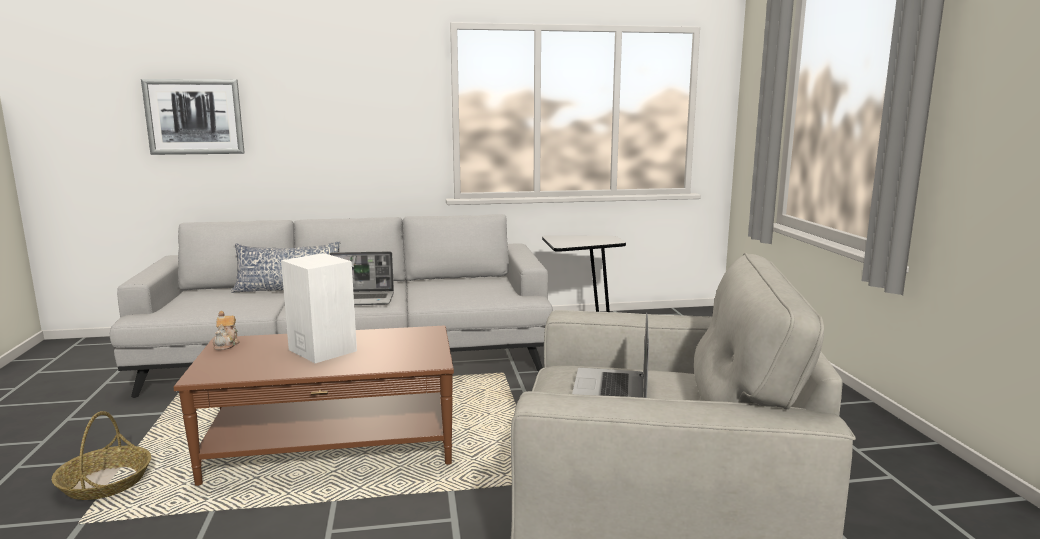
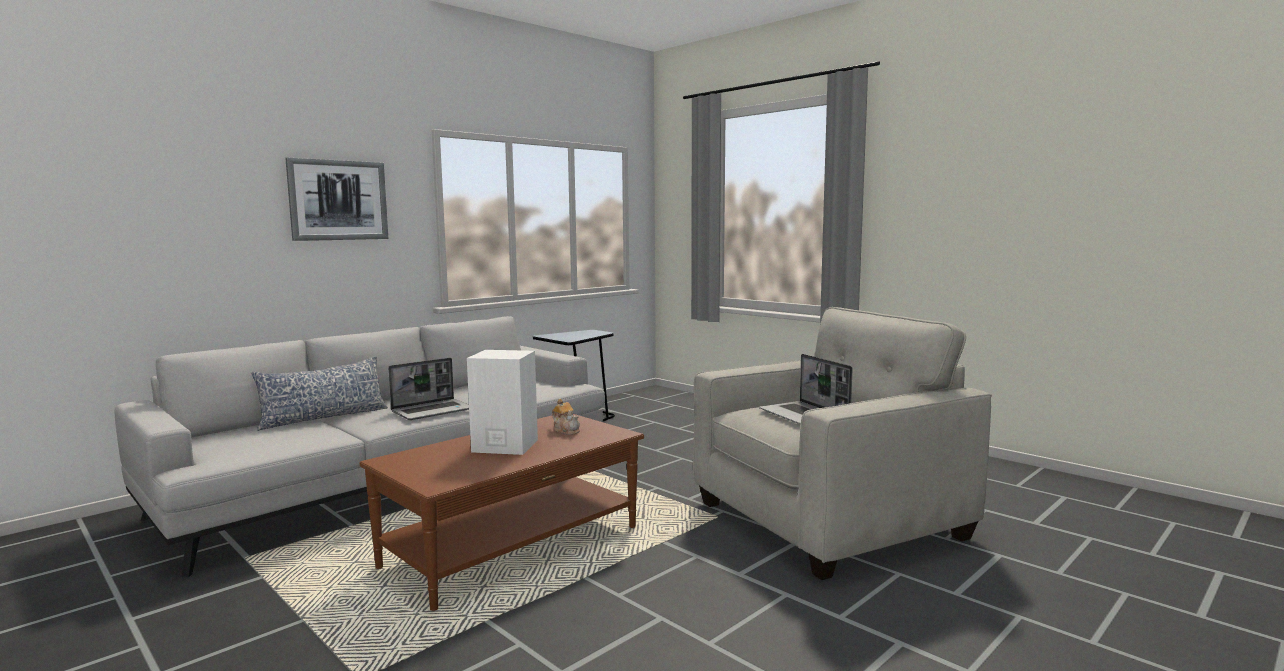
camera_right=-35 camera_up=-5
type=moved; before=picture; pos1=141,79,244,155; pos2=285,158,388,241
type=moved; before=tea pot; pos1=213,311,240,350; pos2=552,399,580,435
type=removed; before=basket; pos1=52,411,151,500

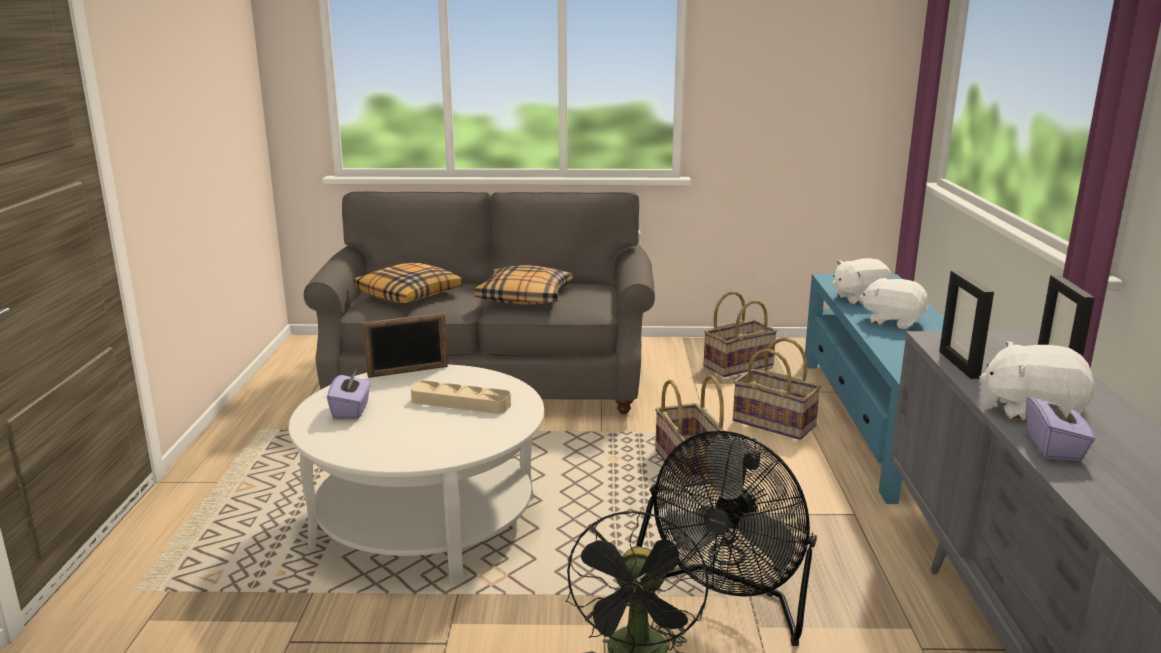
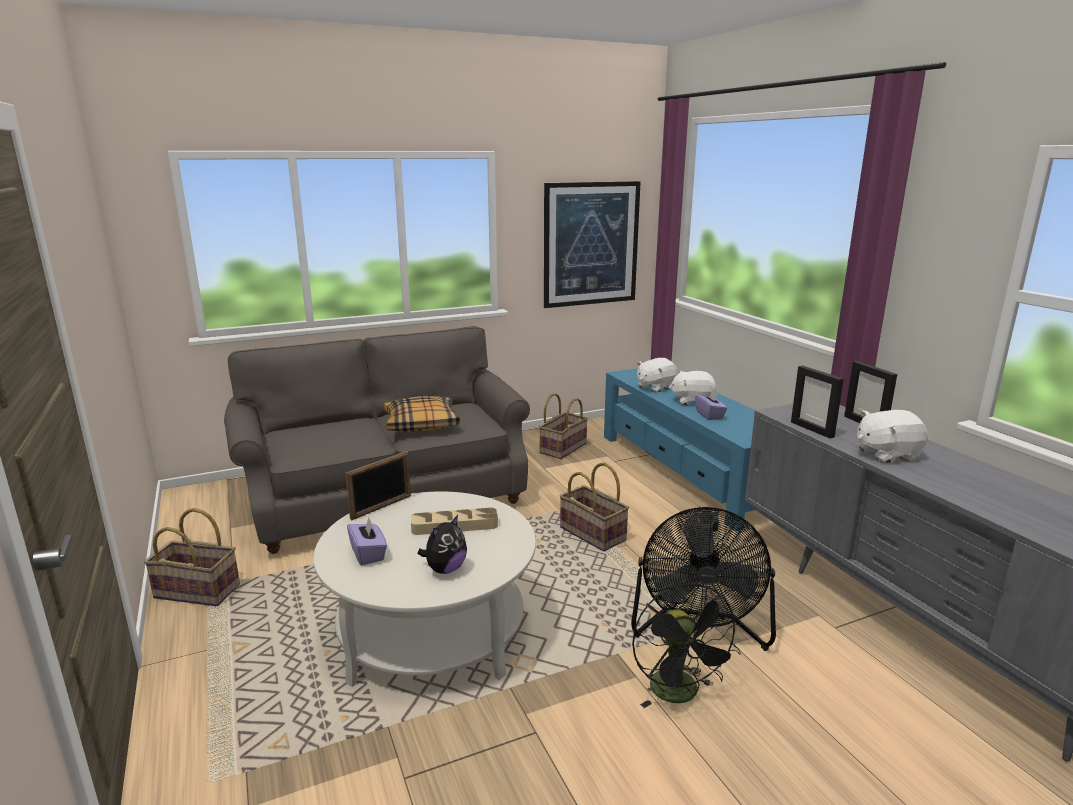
camera_right=-25 camera_up=0
type=moved; before=basket; pos1=733,337,821,440; pos2=144,508,240,606
type=added; after=soft toy; pos2=418,515,467,574
type=added; after=picture; pos2=544,181,641,308
type=moved; before=purplish tissue box; pos1=1026,391,1095,461; pos2=695,390,727,420
type=removed; before=throw pillow; pos1=354,263,463,303

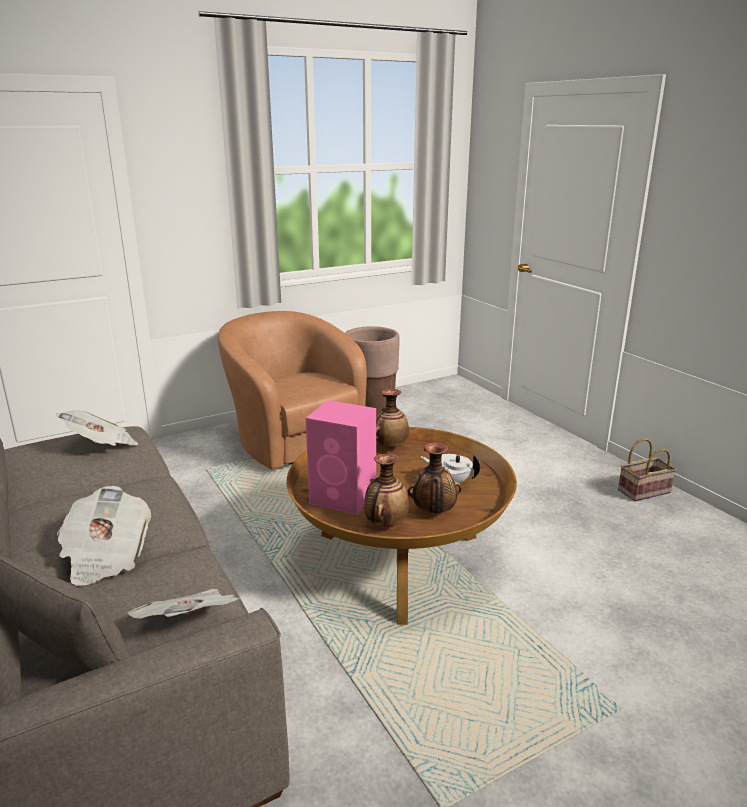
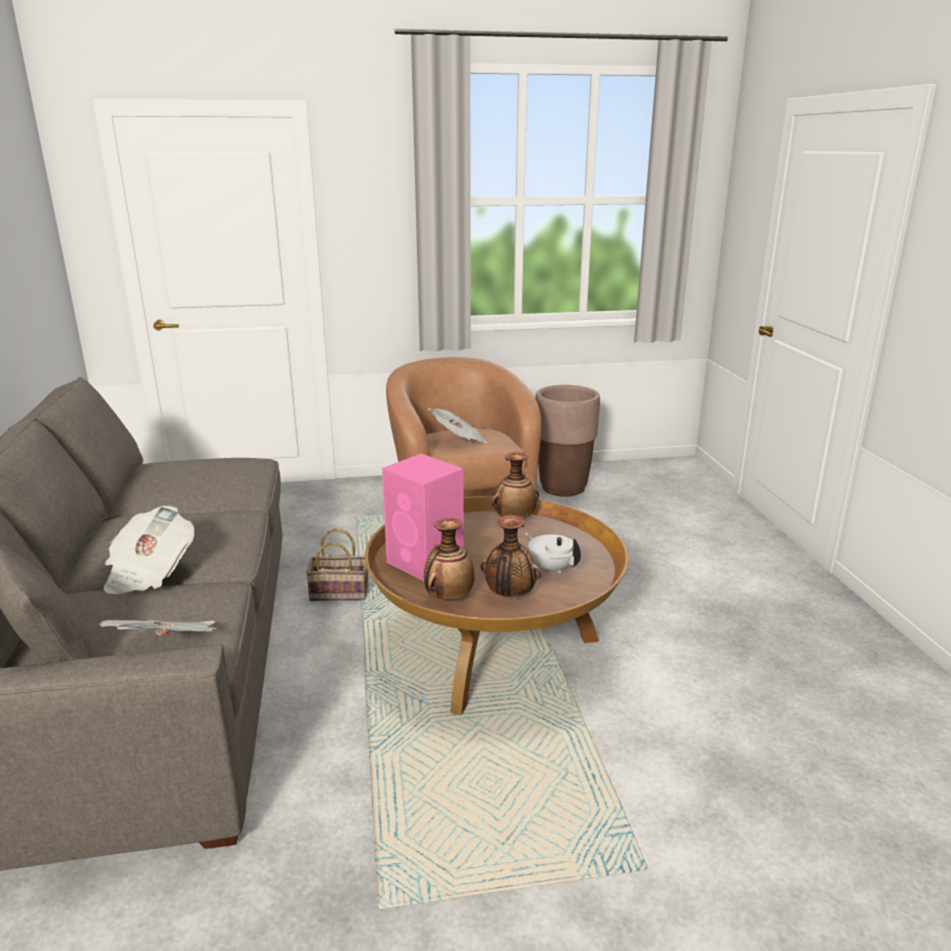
camera_right=20 camera_up=0
type=moved; before=basket; pos1=618,438,676,501; pos2=306,528,369,601
type=moved; before=daily paper; pos1=56,411,138,446; pos2=428,408,487,443

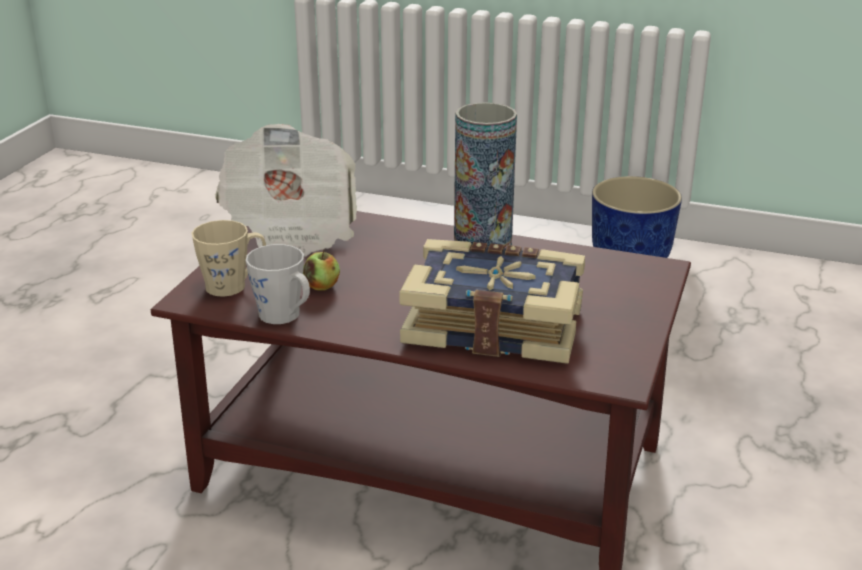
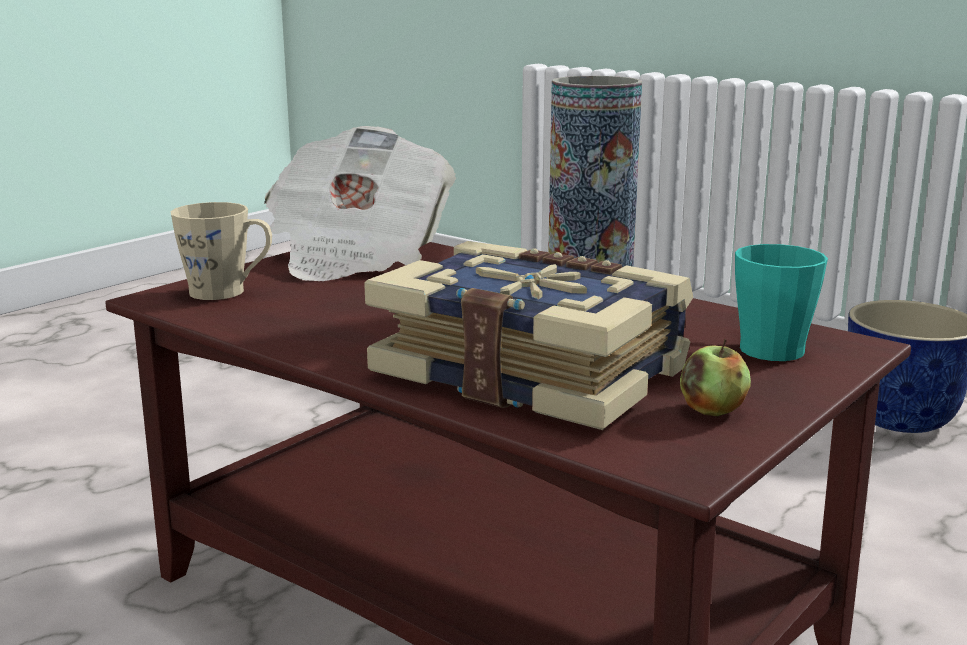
camera_right=20 camera_up=-10
type=moved; before=apple; pos1=303,249,340,291; pos2=680,338,751,416
type=added; after=blue-green tea mug; pos2=735,244,828,361
type=removed; before=greyish tea mug; pos1=246,244,310,324

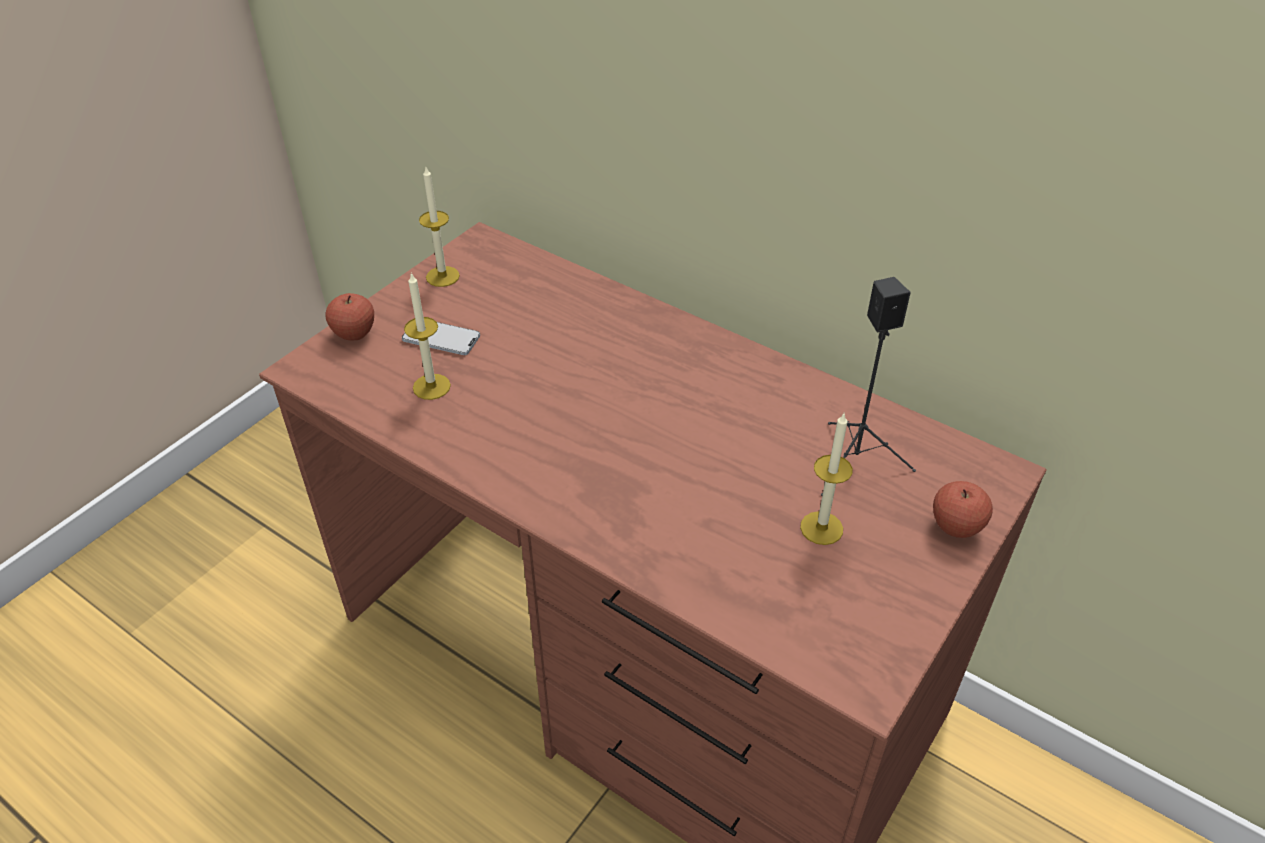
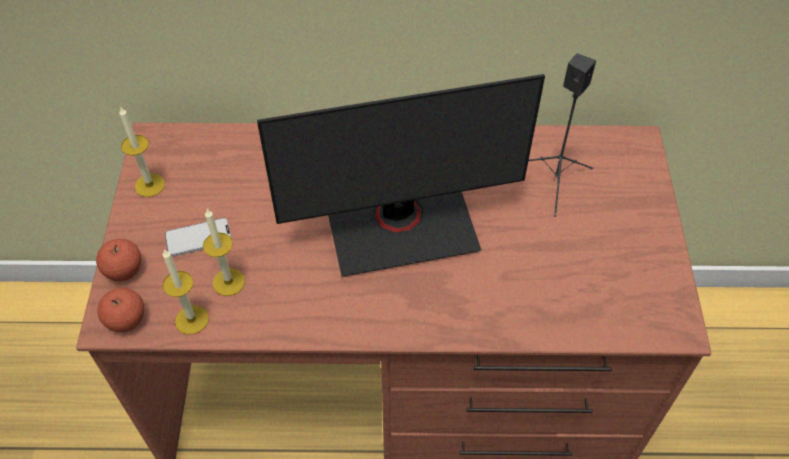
camera_right=-35 camera_up=10
type=moved; before=apple; pos1=933,481,993,538; pos2=97,288,144,332
type=moved; before=wax candle; pos1=800,414,853,545; pos2=162,249,209,335
type=added; after=computer screen; pos2=257,74,545,276

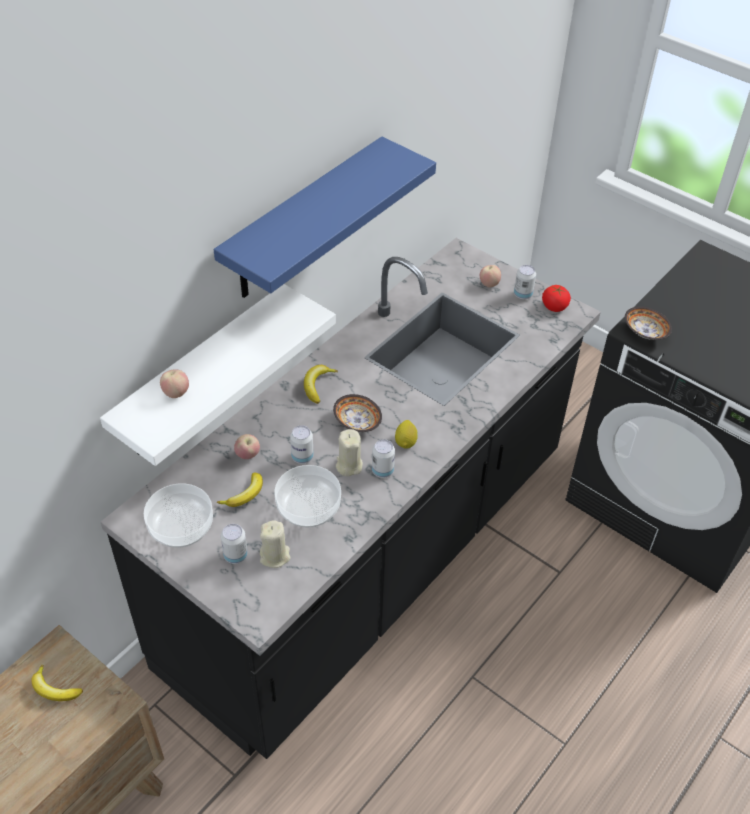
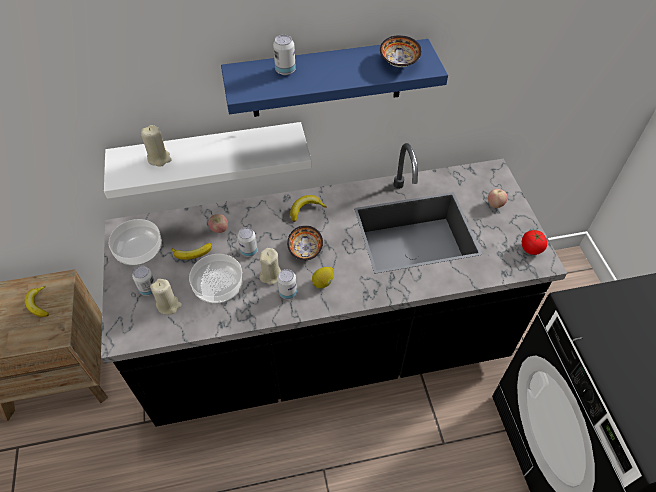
camera_right=40 camera_up=5
type=replaced; before=apple; after=sand-coloured wax candle; pos1=160,369,189,398; pos2=141,125,172,167
type=moved; before=sealed can; pos1=514,265,536,300; pos2=273,35,296,75
type=moved; before=deep dish; pos1=625,306,672,340; pos2=380,35,422,67

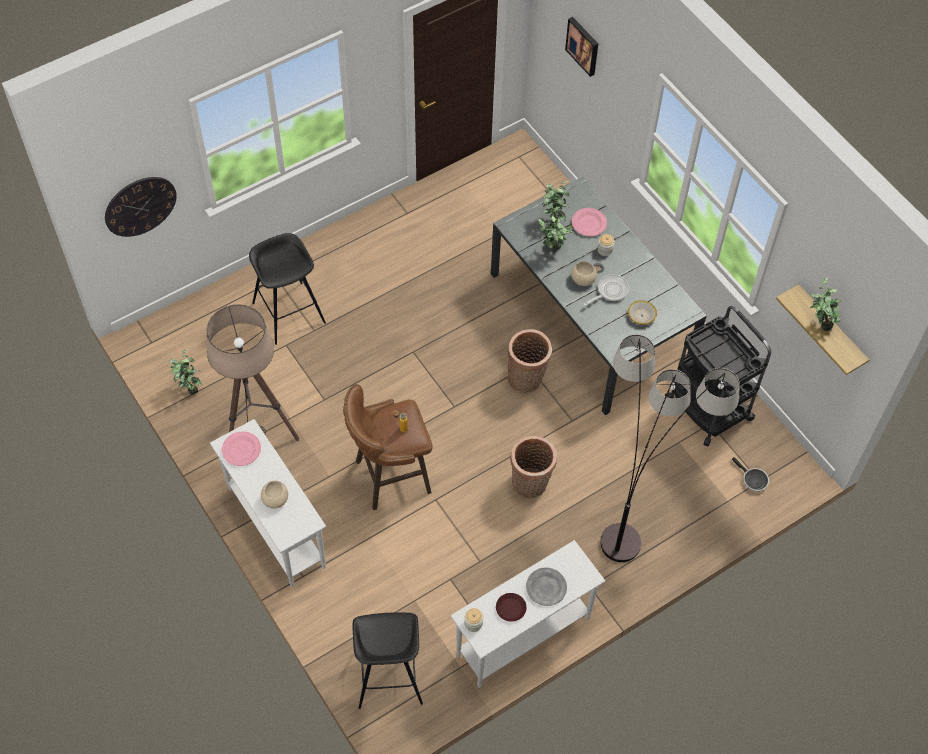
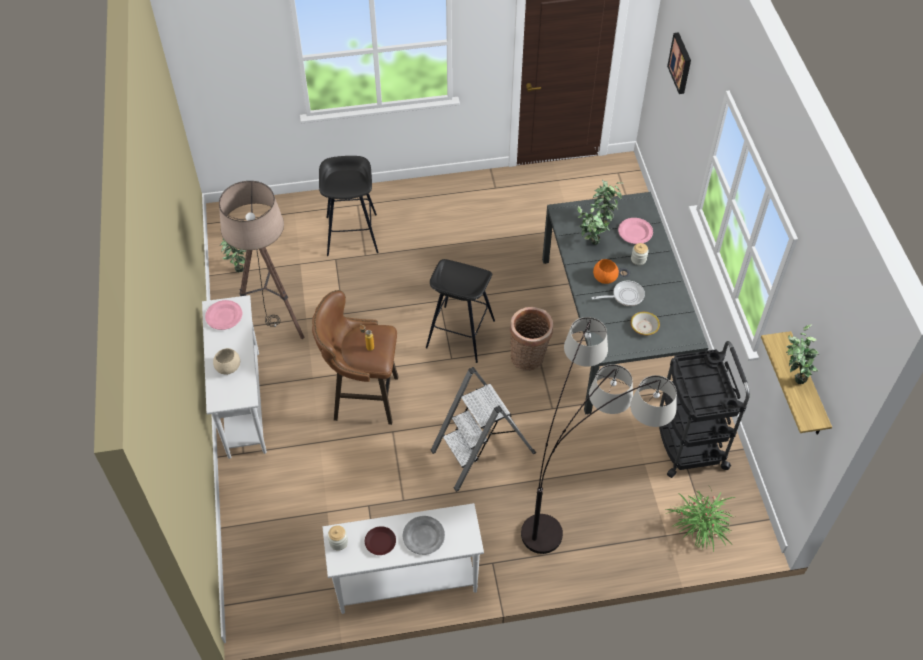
camera_right=25 camera_up=-5
type=moved; before=black-coloured stool seat; pos1=353,612,423,709; pos2=426,259,495,363
type=replaced; before=basket; after=greyish step ladder; pos1=510,436,557,499; pos2=430,367,536,492
type=recoloured; before=sand-coloured deep dish; after=orange-coloured deep dish; pos1=571,261,597,286; pos2=593,259,619,284
type=replaced; before=frying pan; after=potted plant; pos1=732,457,769,492; pos2=666,486,735,552
type=removed; before=hanging clock; pos1=105,177,177,237

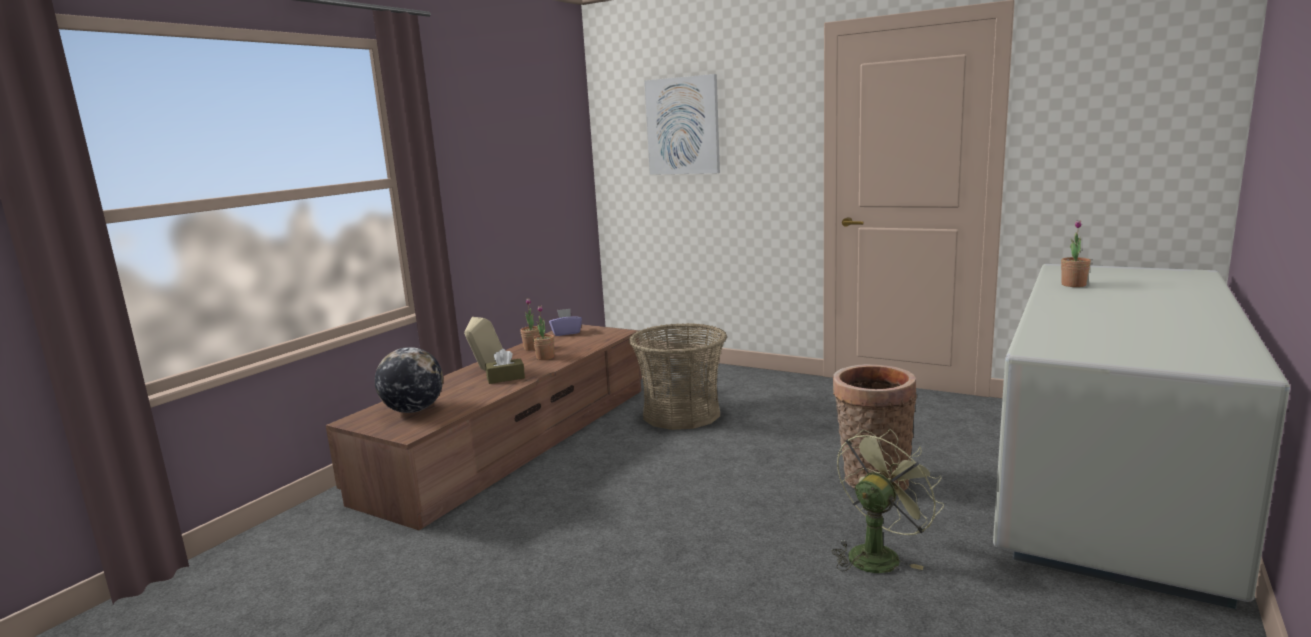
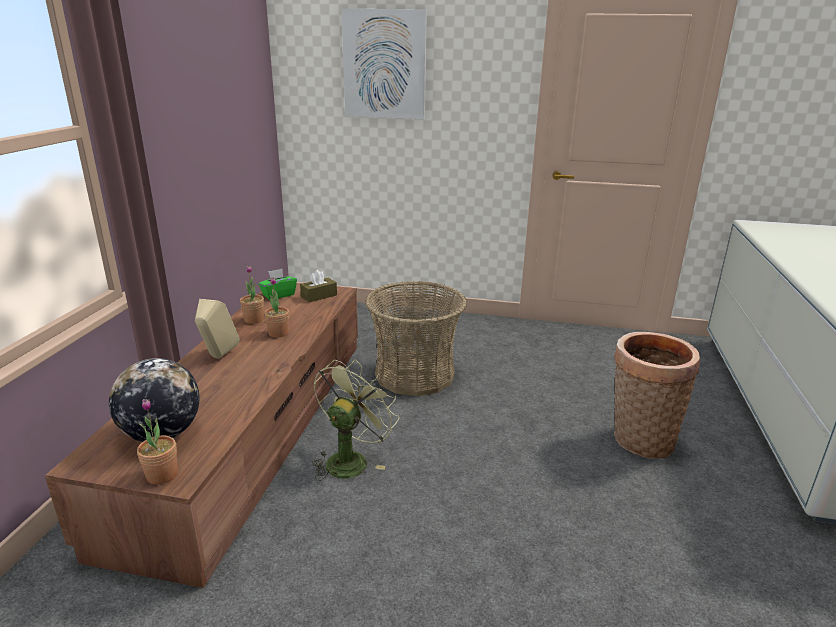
camera_right=-20 camera_up=10
type=moved; before=potted plant; pos1=1061,220,1091,287; pos2=137,399,178,485
type=recoloured; before=purplish tissue box; after=greenish tissue box; pos1=549,309,582,336; pos2=258,269,297,300
type=moved; before=brown-coloured tissue box; pos1=485,349,525,384; pos2=300,270,337,302
type=moved; before=greenish fan; pos1=832,429,944,573; pos2=312,359,399,481

